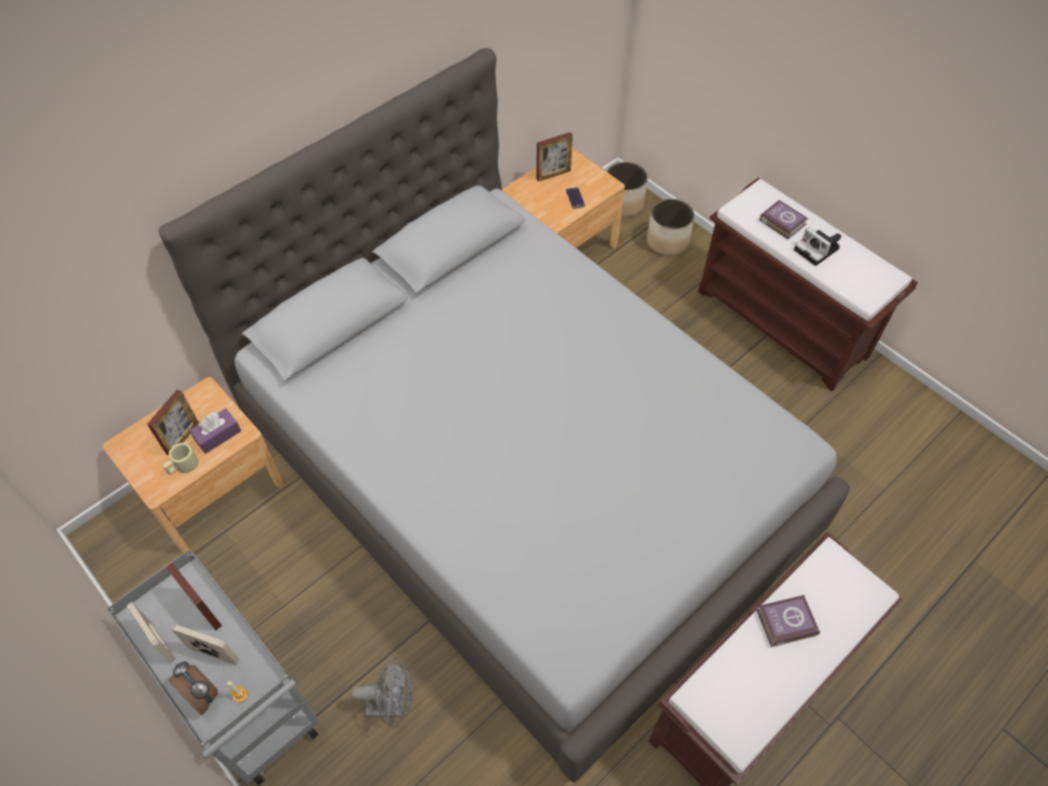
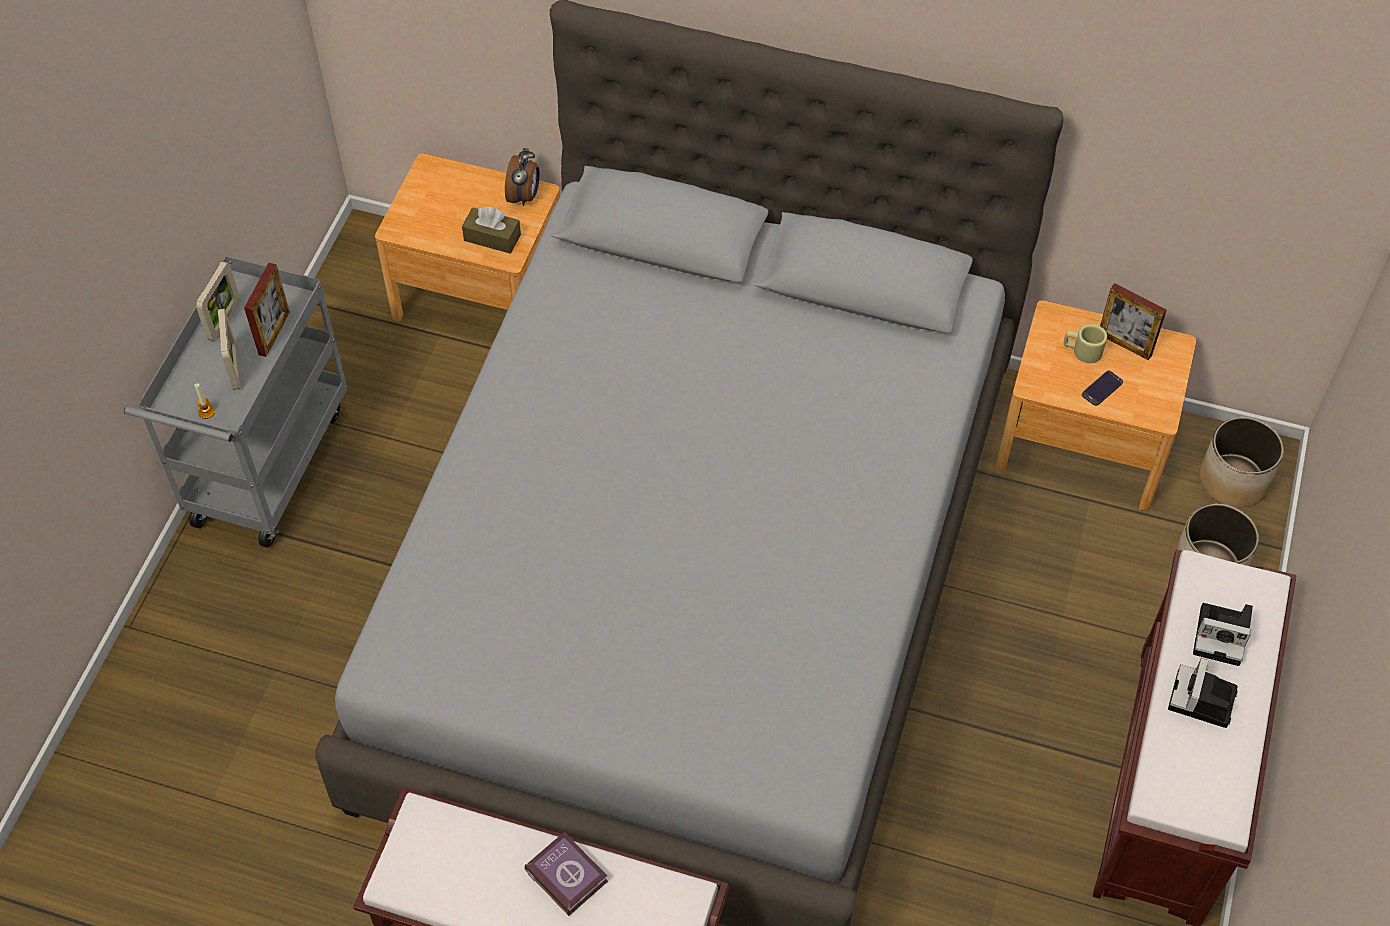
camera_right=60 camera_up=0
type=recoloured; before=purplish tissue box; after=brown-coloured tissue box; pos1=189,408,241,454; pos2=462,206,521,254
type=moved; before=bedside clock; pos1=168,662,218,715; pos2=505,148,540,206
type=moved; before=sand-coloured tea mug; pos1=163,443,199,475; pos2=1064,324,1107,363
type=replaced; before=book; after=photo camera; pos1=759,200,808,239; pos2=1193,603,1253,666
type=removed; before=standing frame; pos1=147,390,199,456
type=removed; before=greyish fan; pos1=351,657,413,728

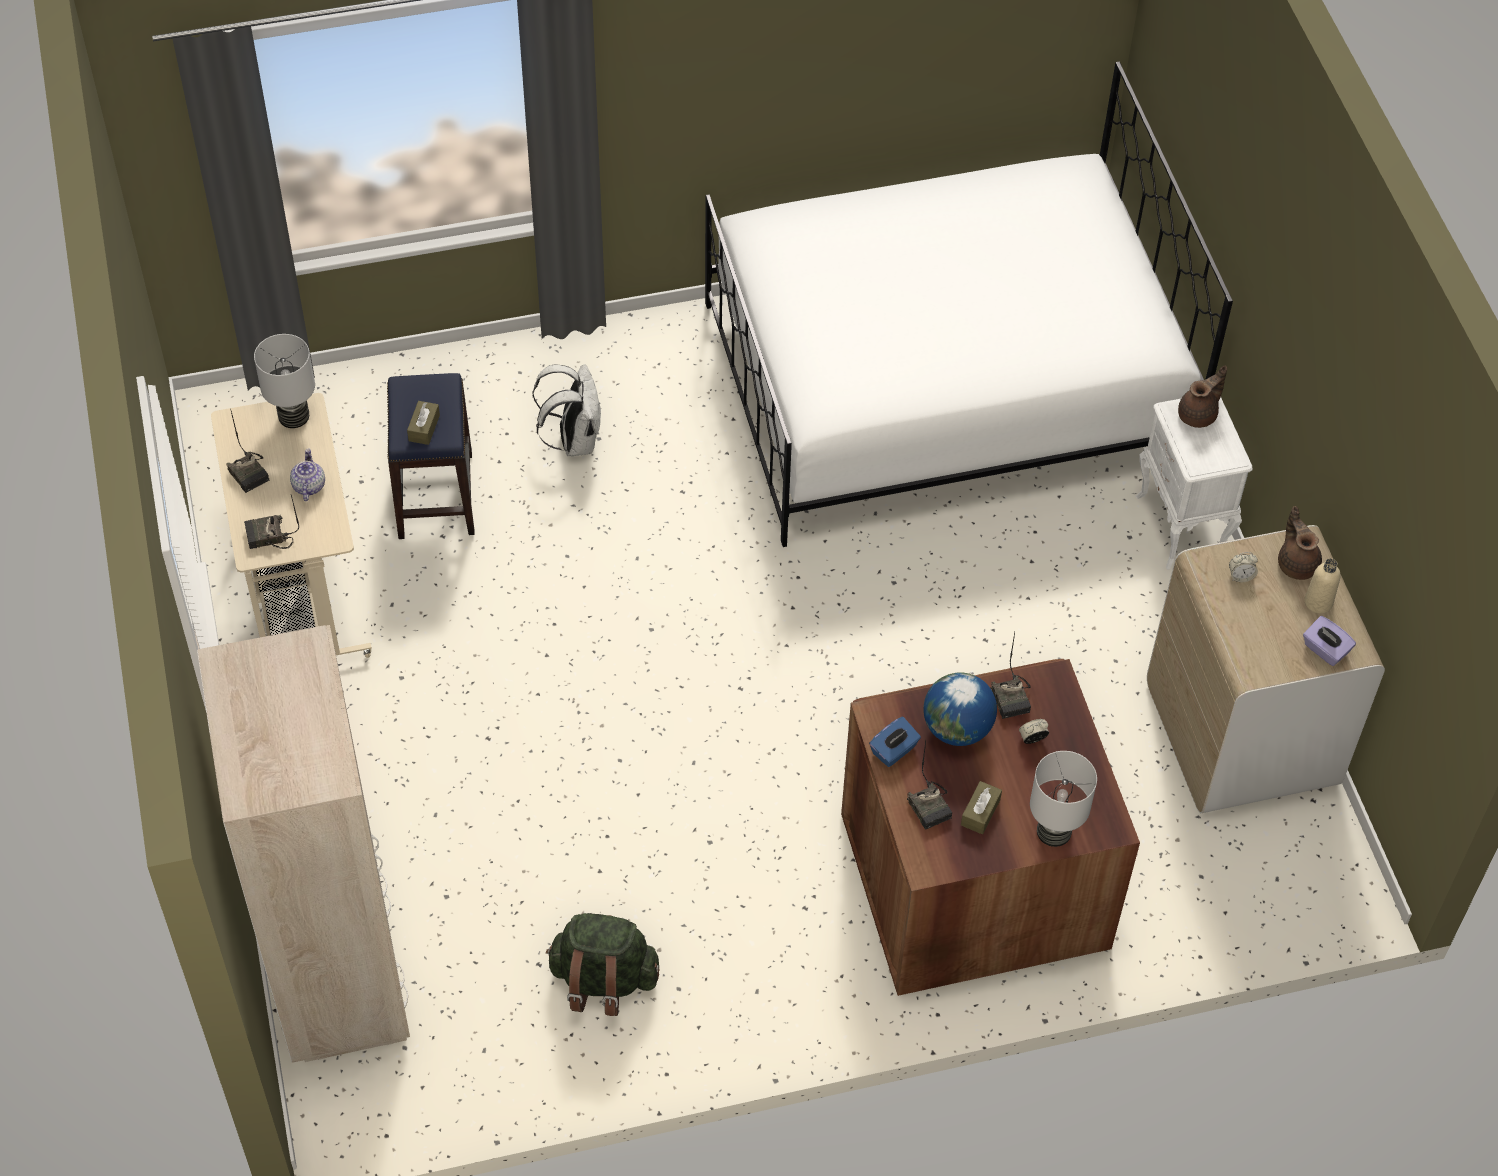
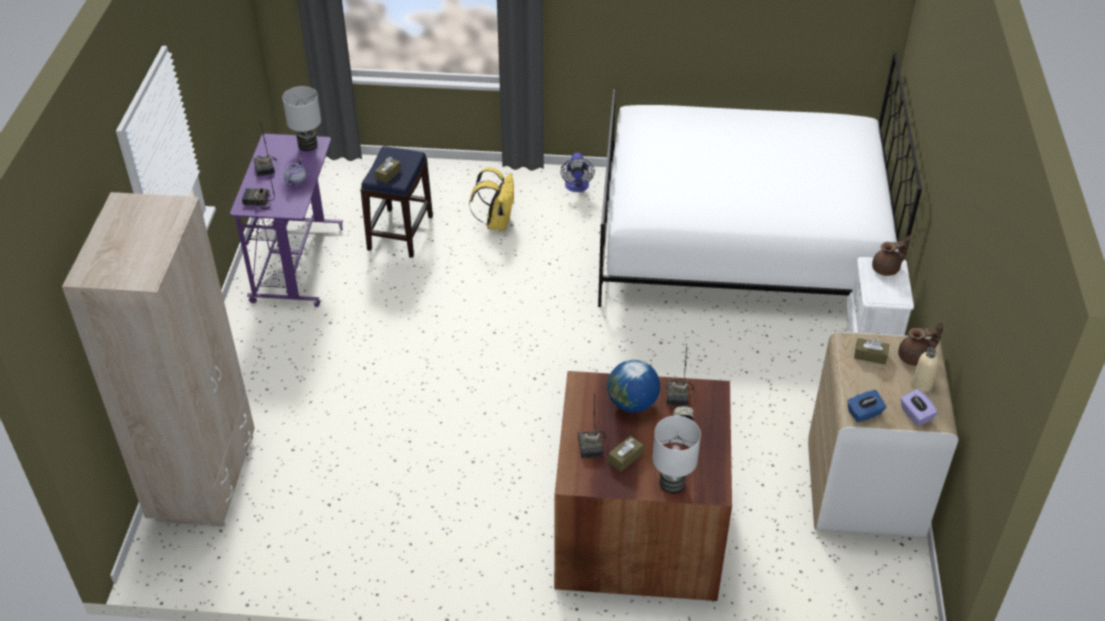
camera_right=20 camera_up=-10
type=recoloured; before=sand-coloured desk; after=purplish desk; pos1=211,393,372,658; pos2=230,134,343,307
type=recoloured; before=whitish knapsack; after=yellow knapsack; pos1=532,364,601,456; pos2=469,167,514,231
type=added; after=fan; pos2=561,153,595,192
type=moved; before=blue-coloured tissue box; pos1=869,717,921,767; pos2=847,390,886,423
type=replaced; before=bedside clock; after=brown-coloured tissue box; pos1=1229,552,1258,582; pos2=854,338,889,365
type=turned; before=brown-coloured tea pot; pos1=1278,506,1322,580; pos2=898,323,944,366; turn=75
type=removed; before=greenish knapsack; pos1=546,913,660,1016

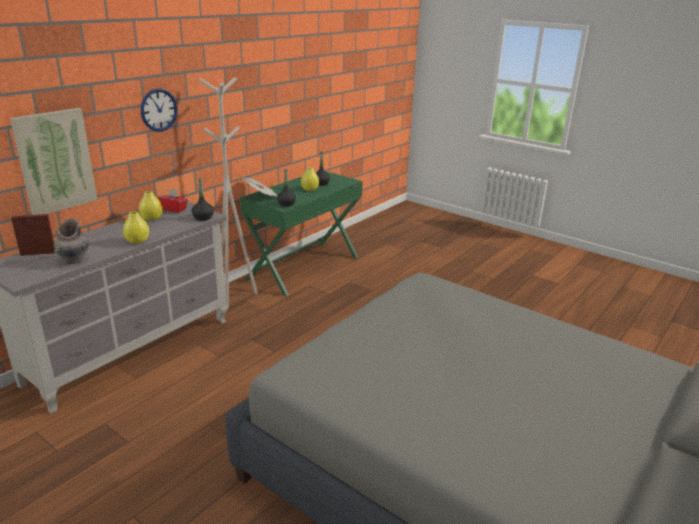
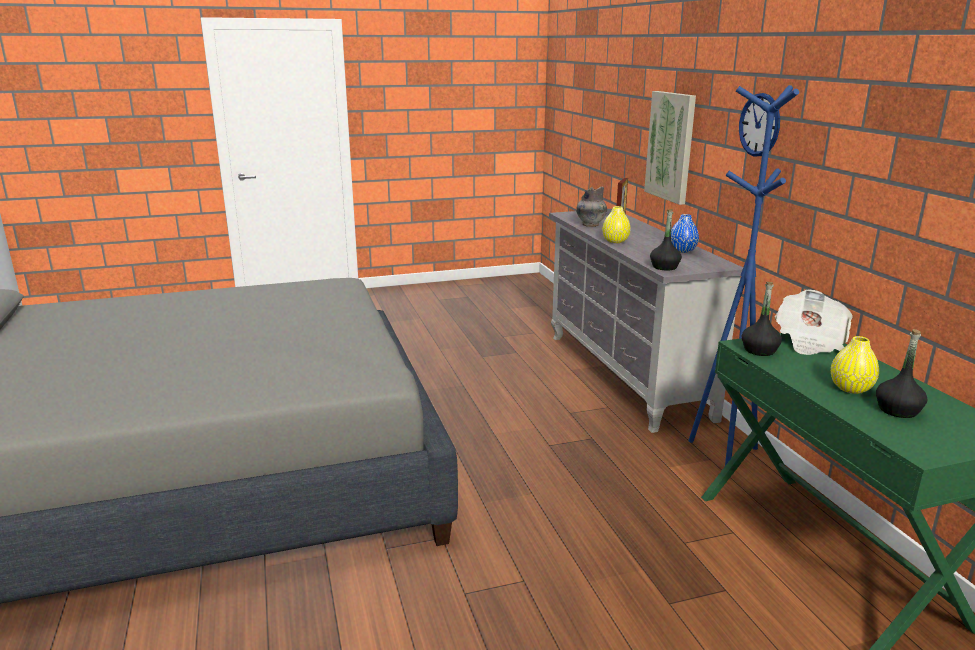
camera_right=125 camera_up=-5
type=recoloured; before=yellow flower vase; after=blue-coloured flower vase; pos1=139,191,163,221; pos2=671,214,699,253
type=recoloured; before=greyish garment stand; after=blue-coloured garment stand; pos1=199,77,257,308; pos2=688,85,799,466
type=removed; before=reddish tissue box; pos1=157,189,188,213

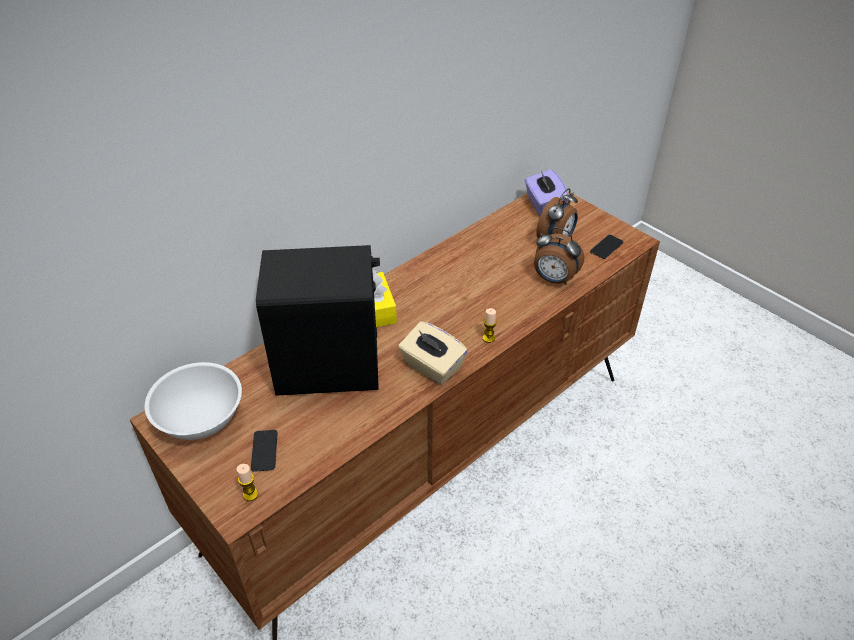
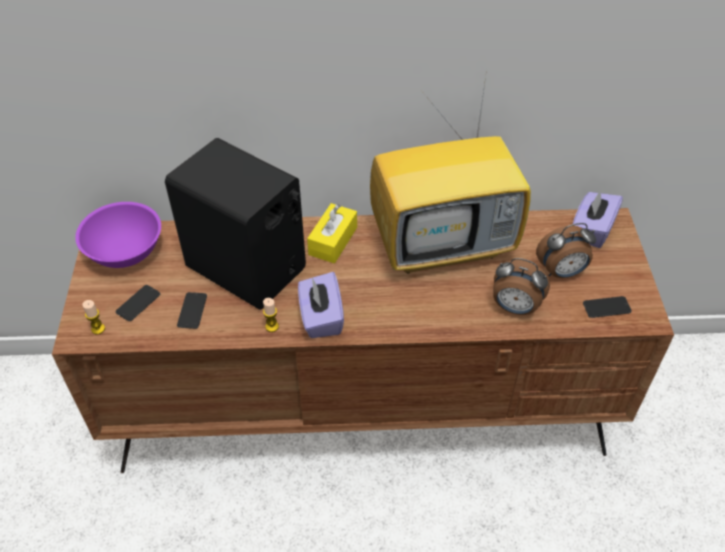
camera_right=40 camera_up=5
type=recoloured; before=whitish deep dish; after=purplish deep dish; pos1=145,362,242,440; pos2=75,202,161,268
type=added; after=telephone; pos2=177,292,207,329
type=moved; before=wax candle; pos1=482,308,497,343; pos2=263,298,279,332
type=recoloured; before=sand-coloured tissue box; after=purplish tissue box; pos1=398,321,468,385; pos2=298,272,344,338
type=added; after=TV set; pos2=370,70,531,274
type=turned; before=bedside clock; pos1=534,227,584,285; pos2=493,258,550,315; turn=-45

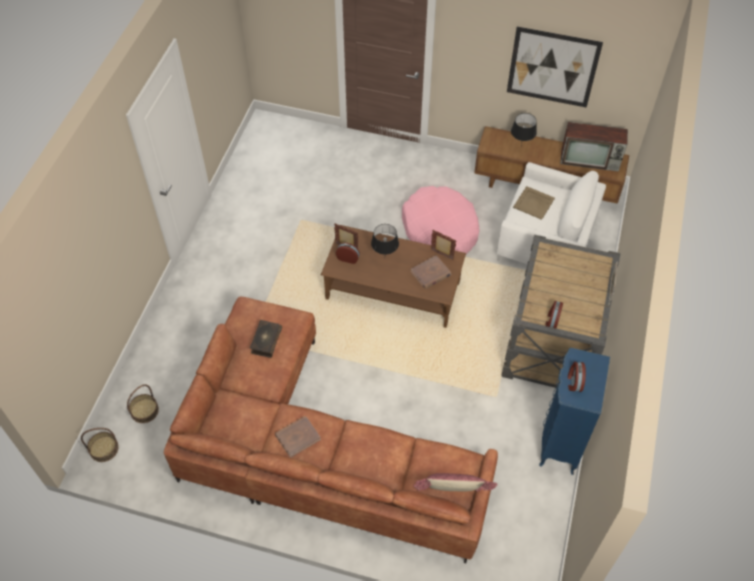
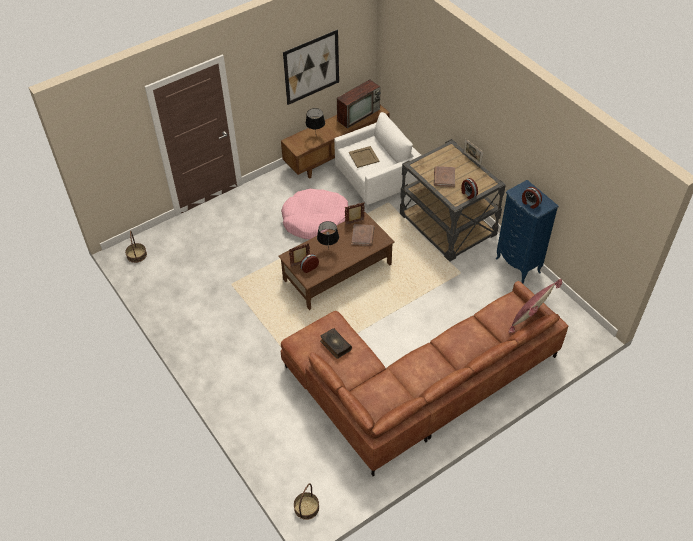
camera_right=-50 camera_up=-5
type=moved; before=basket; pos1=127,384,159,423; pos2=125,231,147,263
type=moved; before=brown-coloured book; pos1=275,416,321,458; pos2=434,166,455,187

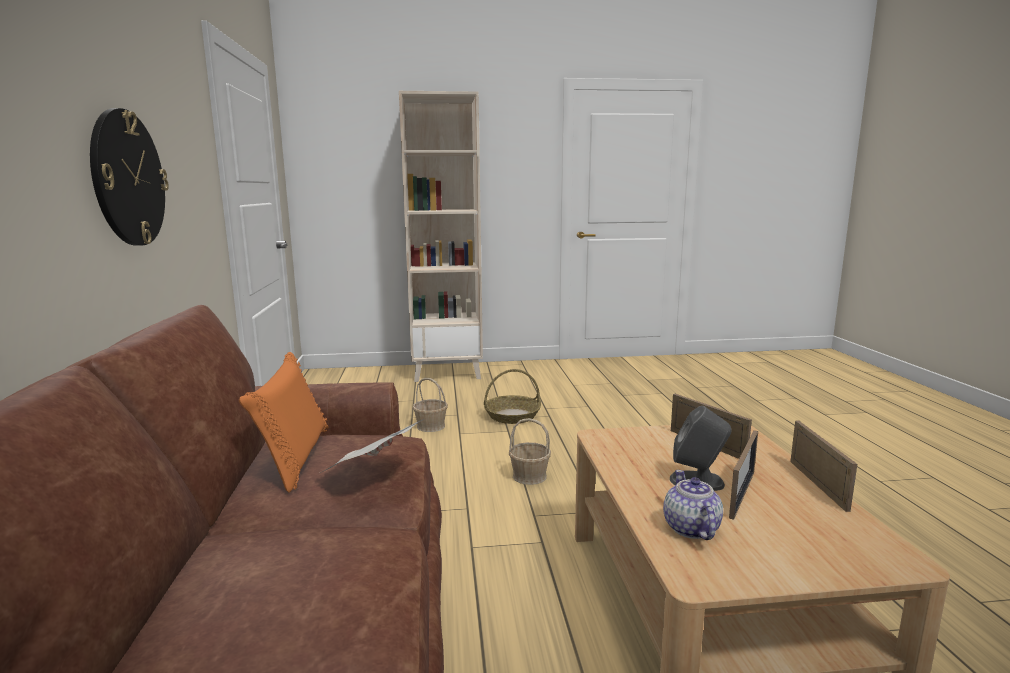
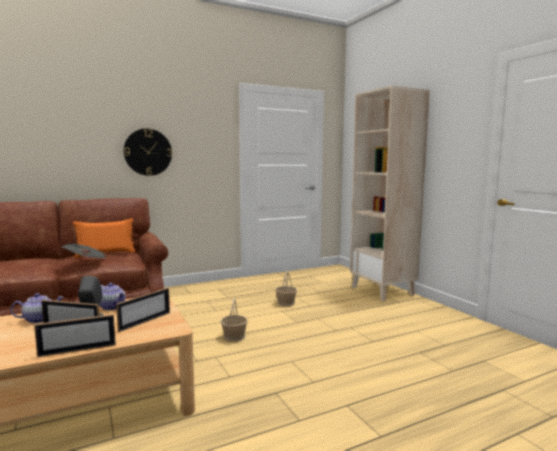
camera_right=70 camera_up=-5
type=added; after=tea pot; pos2=99,283,125,310
type=removed; before=basket; pos1=484,369,541,424

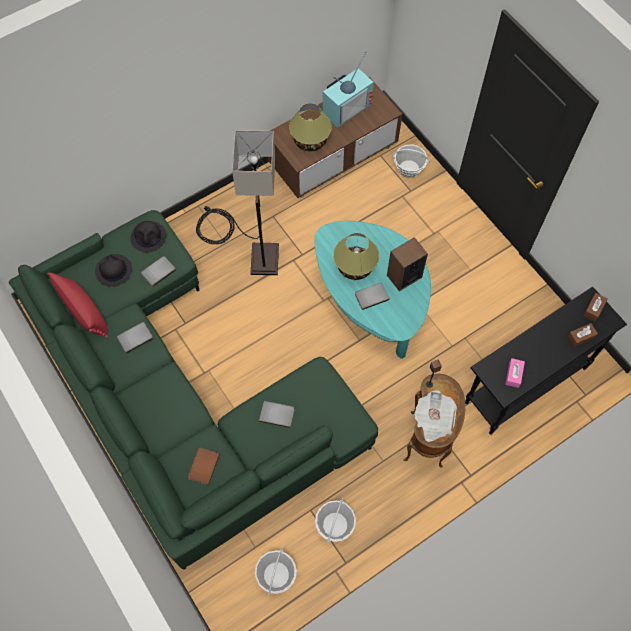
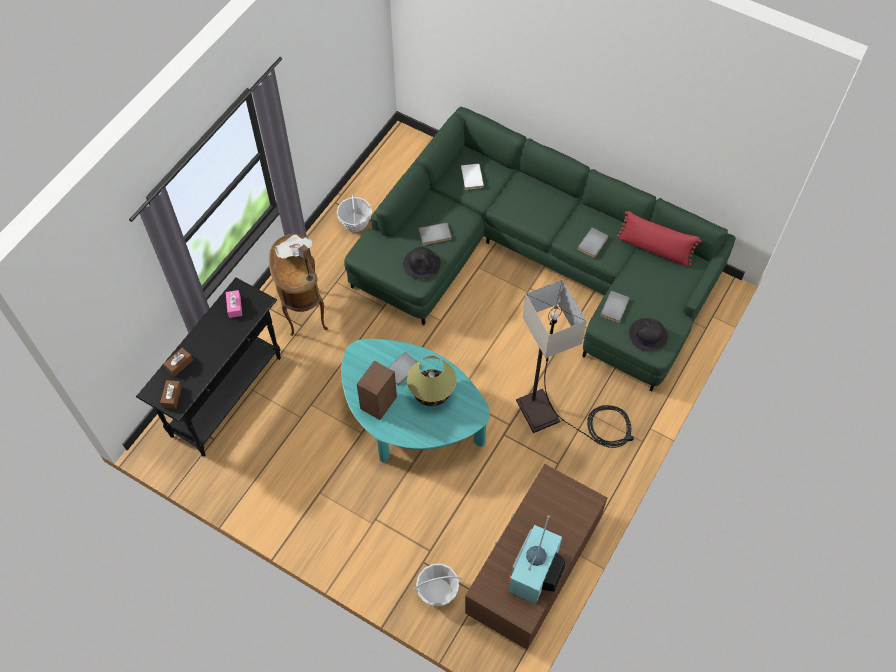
camera_right=155 camera_up=-5
type=moved; before=black-coloured hat; pos1=95,254,132,287; pos2=403,247,441,279
type=recoloured; before=brown-coloured book; after=whitish book; pos1=188,448,220,485; pos2=461,164,484,190
type=removed; before=basket; pos1=255,548,297,596
type=removed; before=tabletop lamp; pos1=289,103,332,151

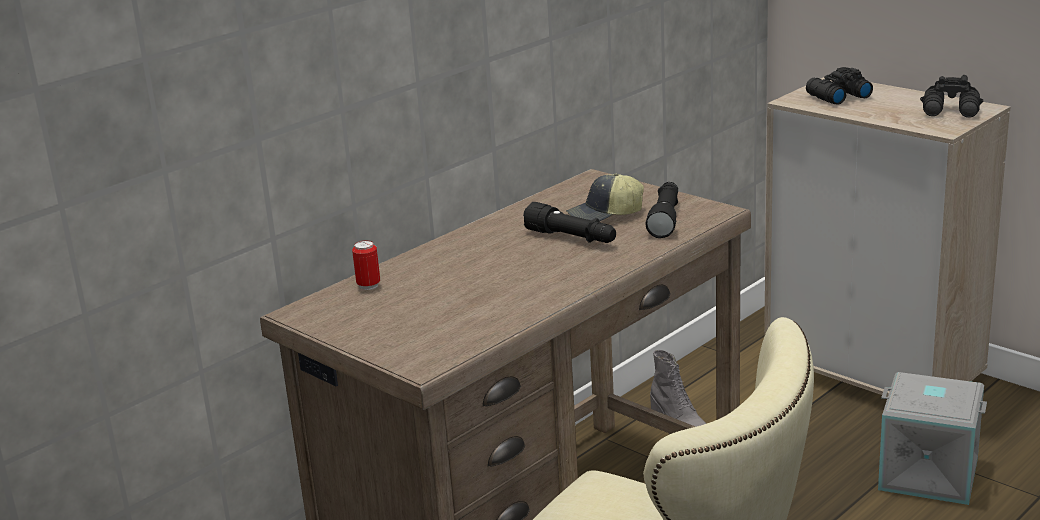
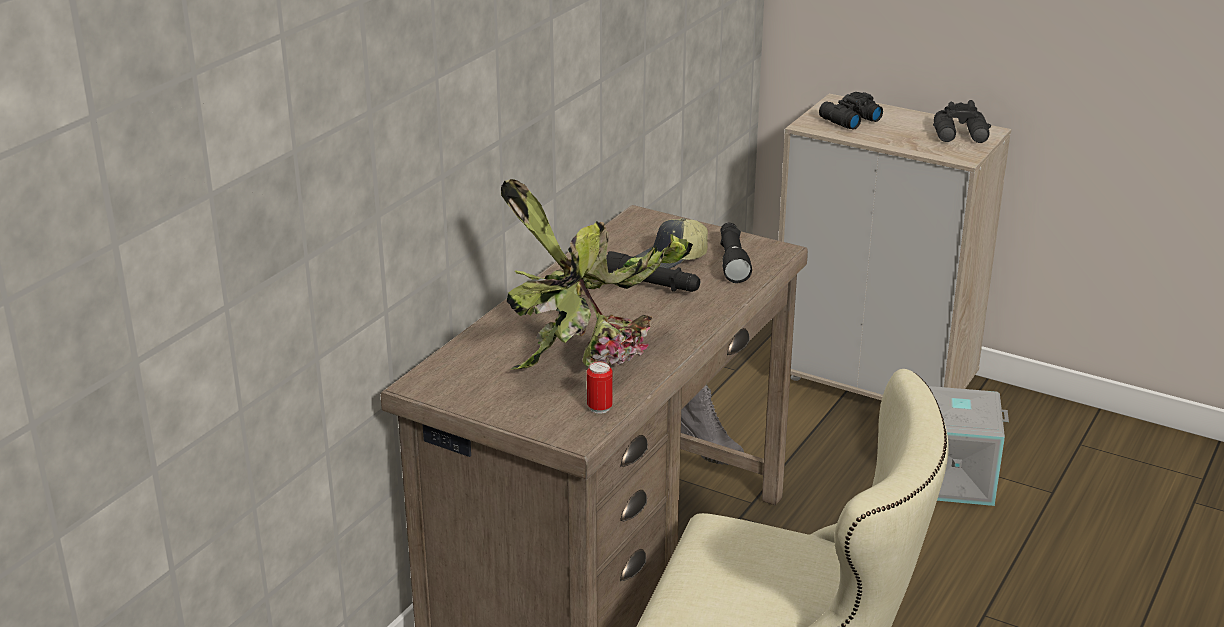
camera_right=-15 camera_up=5
type=added; after=potted plant; pos2=501,179,693,370
type=moved; before=sealed can; pos1=352,240,380,290; pos2=587,362,613,414

